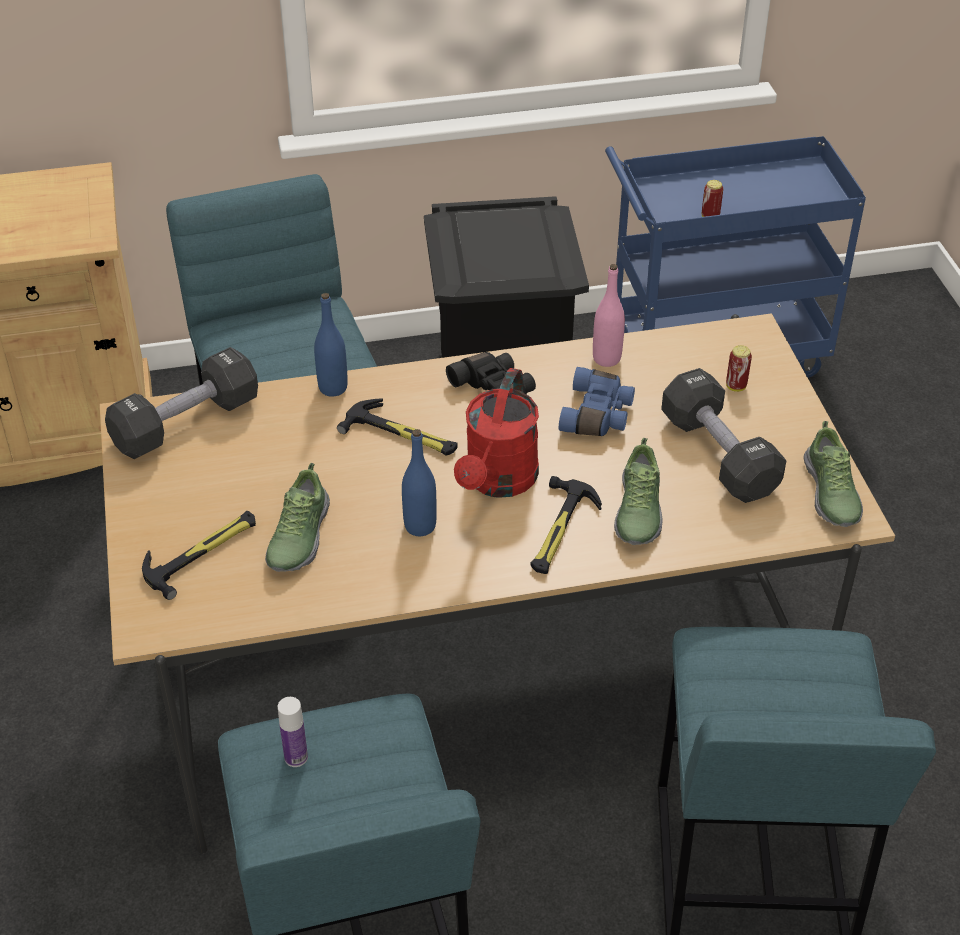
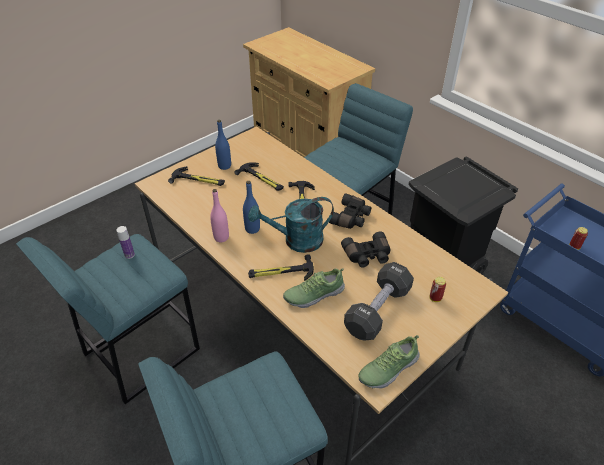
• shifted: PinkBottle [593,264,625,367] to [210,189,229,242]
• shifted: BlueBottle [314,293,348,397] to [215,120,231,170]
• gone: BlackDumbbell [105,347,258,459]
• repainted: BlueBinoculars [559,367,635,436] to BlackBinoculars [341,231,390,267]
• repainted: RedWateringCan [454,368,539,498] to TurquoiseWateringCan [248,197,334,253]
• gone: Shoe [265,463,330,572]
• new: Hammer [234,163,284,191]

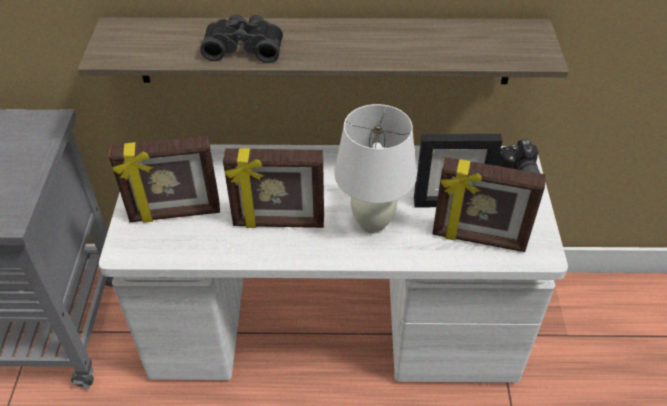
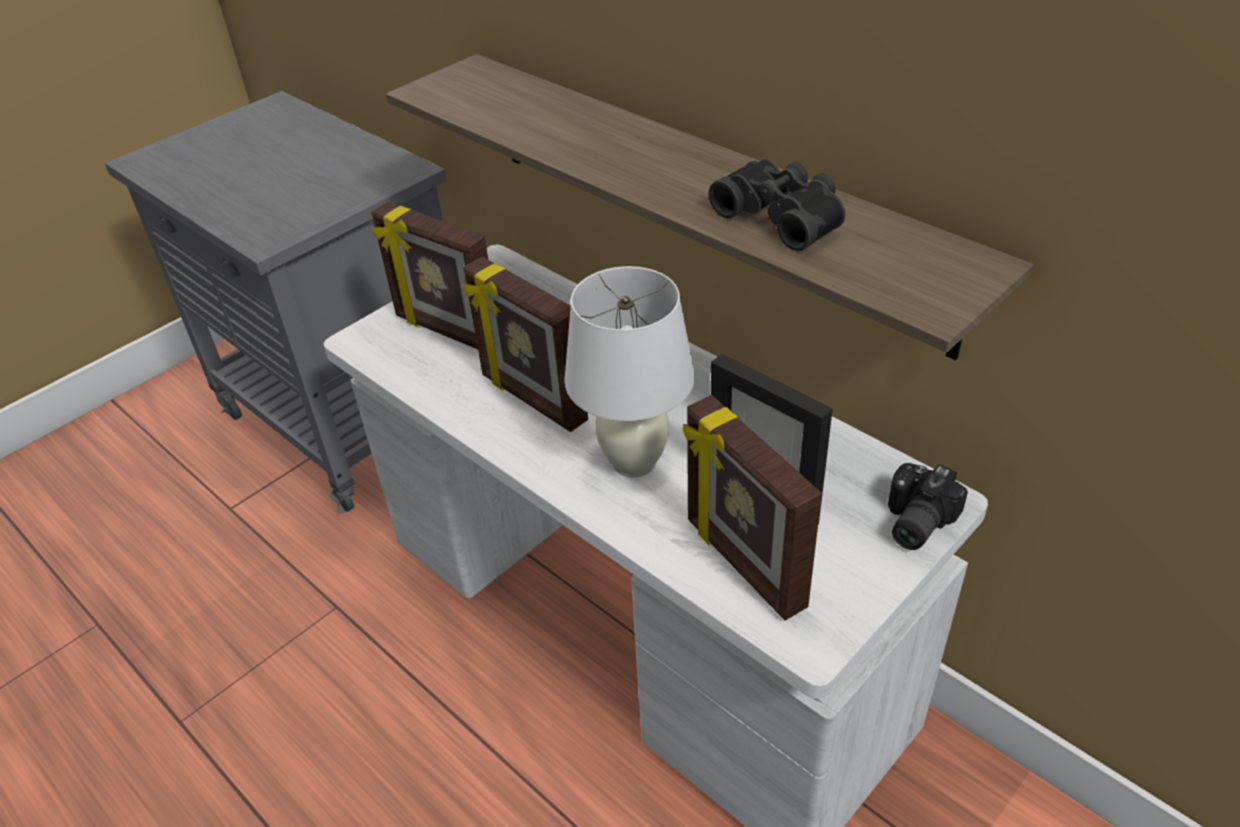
• shifted: BlackBinoculars [200,14,283,63] to [709,159,845,251]

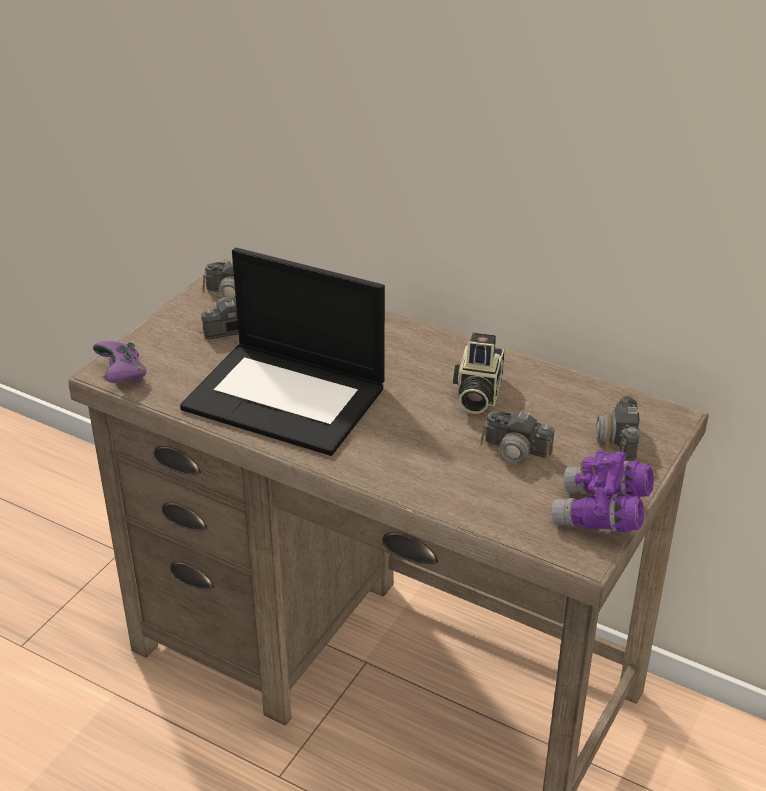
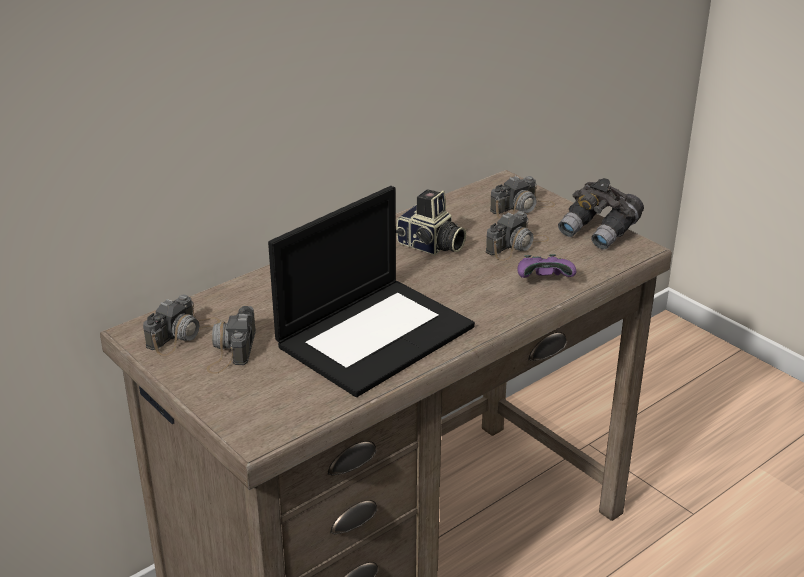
• shifted: PurpleGameController [93,341,146,383] to [518,254,577,278]
• rotated: PhotoCamera [596,396,640,461] = [490,175,555,219] 60 degrees counterclockwise
• repainted: PurpleBinoculars [552,450,654,532] to GreyBinoculars [558,178,644,250]

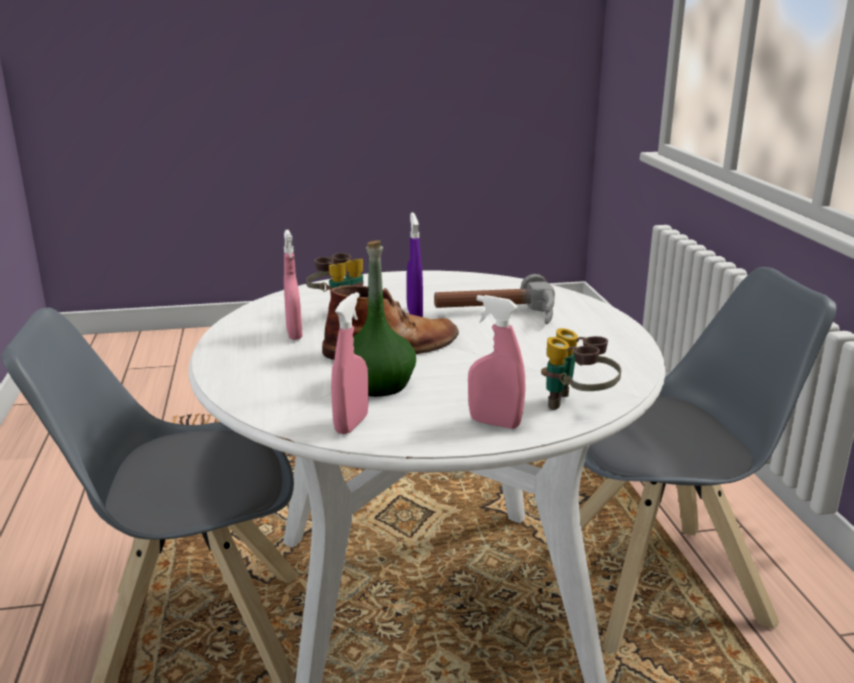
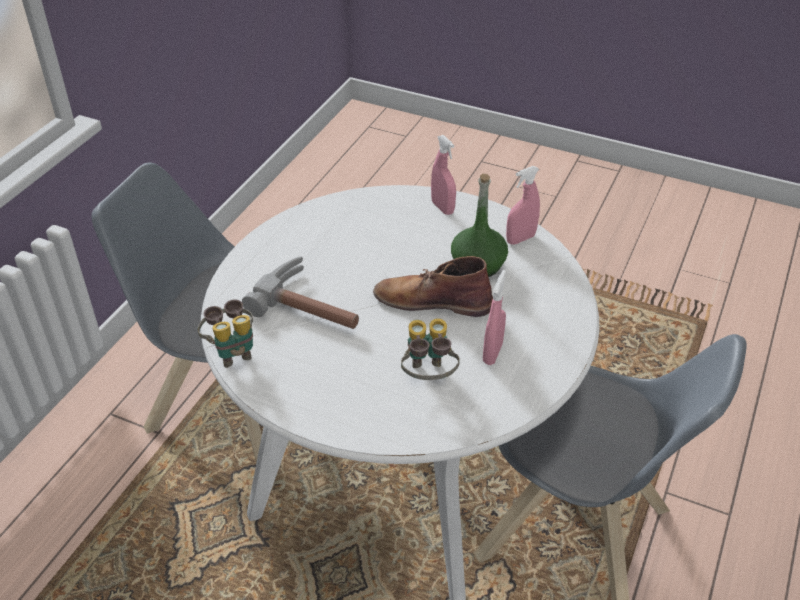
• gone: PurpleSprayBottle [407,212,423,317]
• shifted: Binoculars [541,328,621,410] to [198,299,253,368]

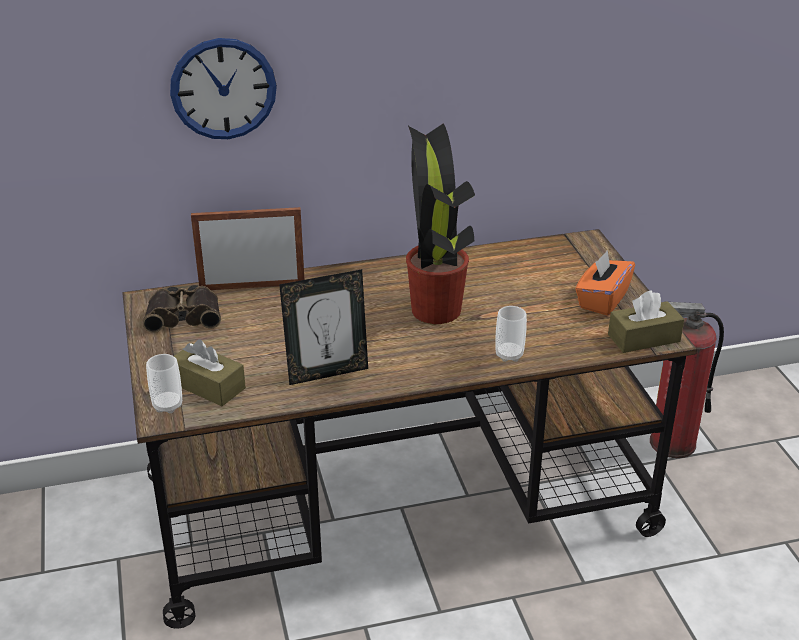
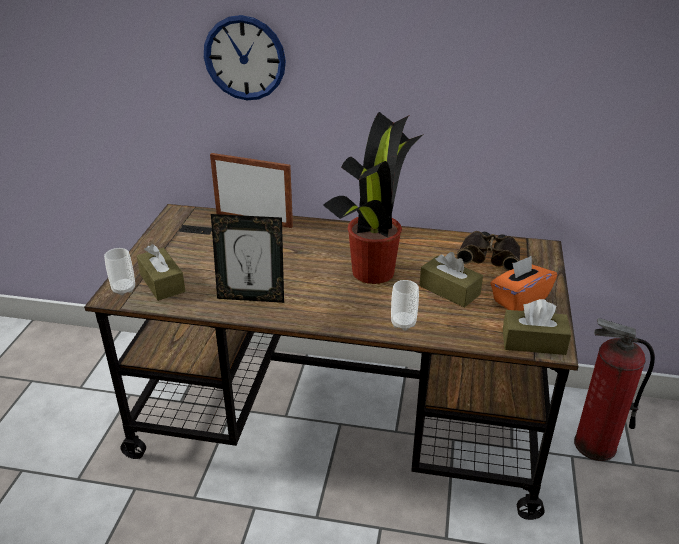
• shifted: Binoculars [143,285,221,333] to [456,231,520,271]
• new: BrownTissueBox [420,252,483,308]

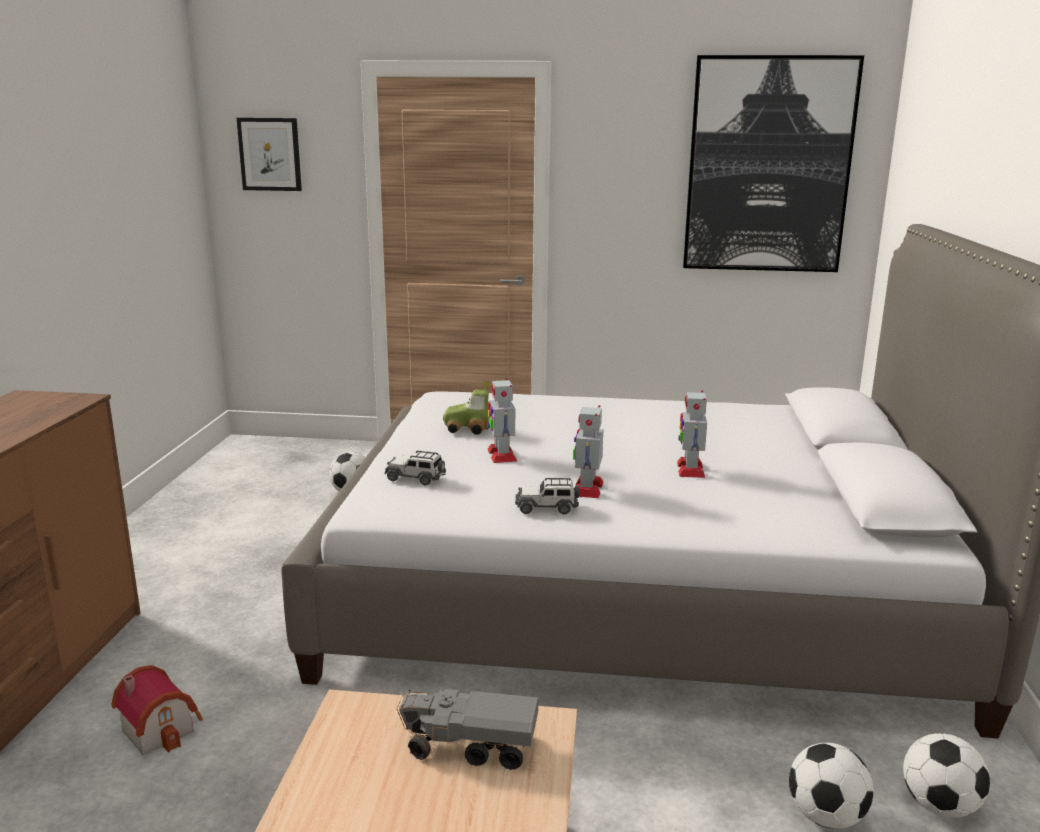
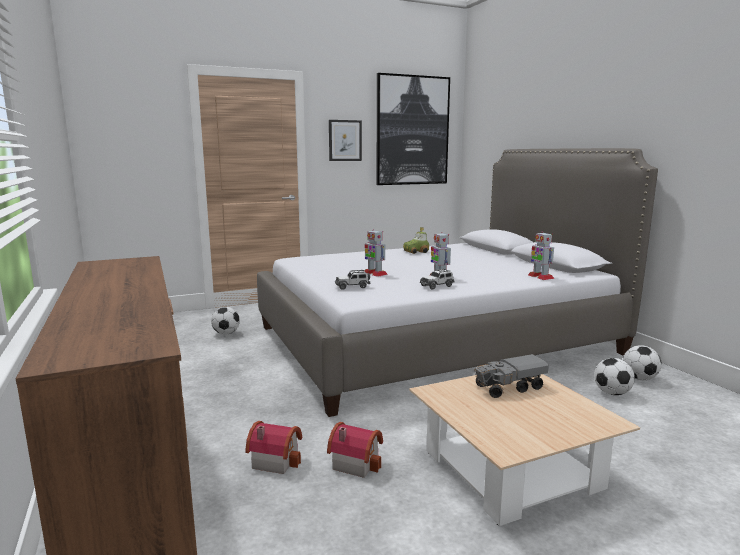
• shifted: Picture [237,118,302,191] to [329,120,362,161]
• shifted: ToyCar [443,381,492,435] to [403,227,429,254]
• shifted: ToyRobot [677,390,707,478] to [528,232,554,280]
• new: ToyHouse [327,422,383,478]

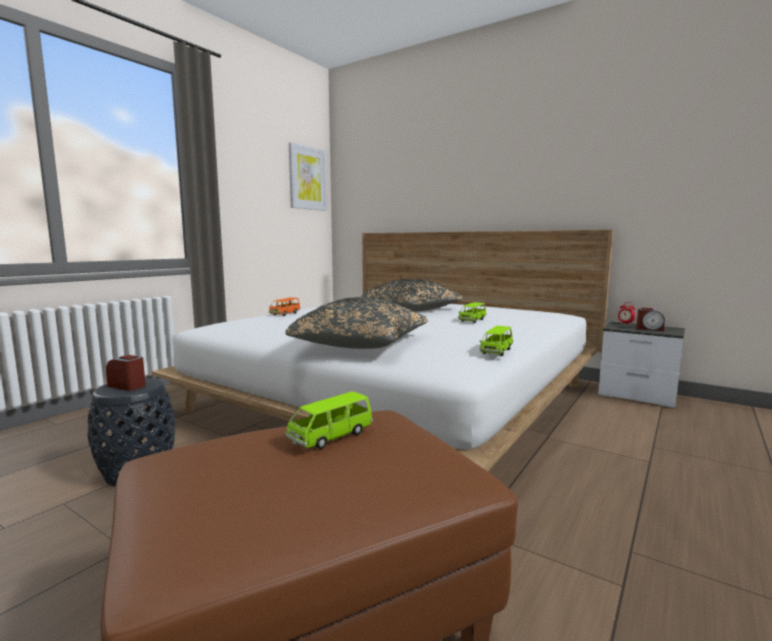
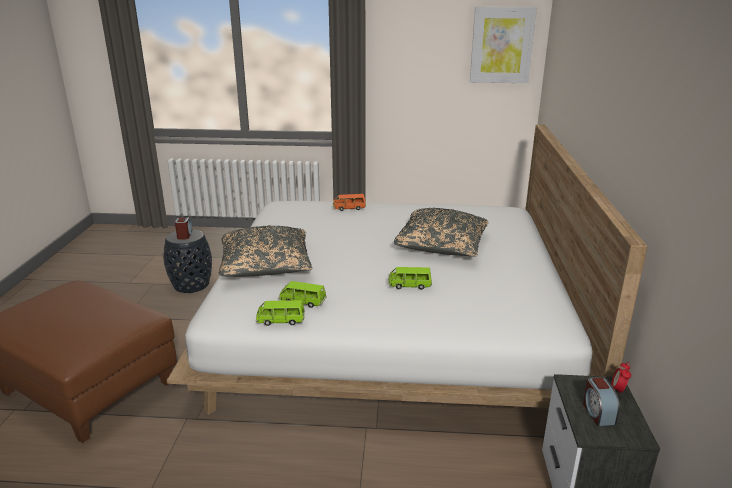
• shifted: GreenToyCar [285,391,373,449] to [279,281,326,308]

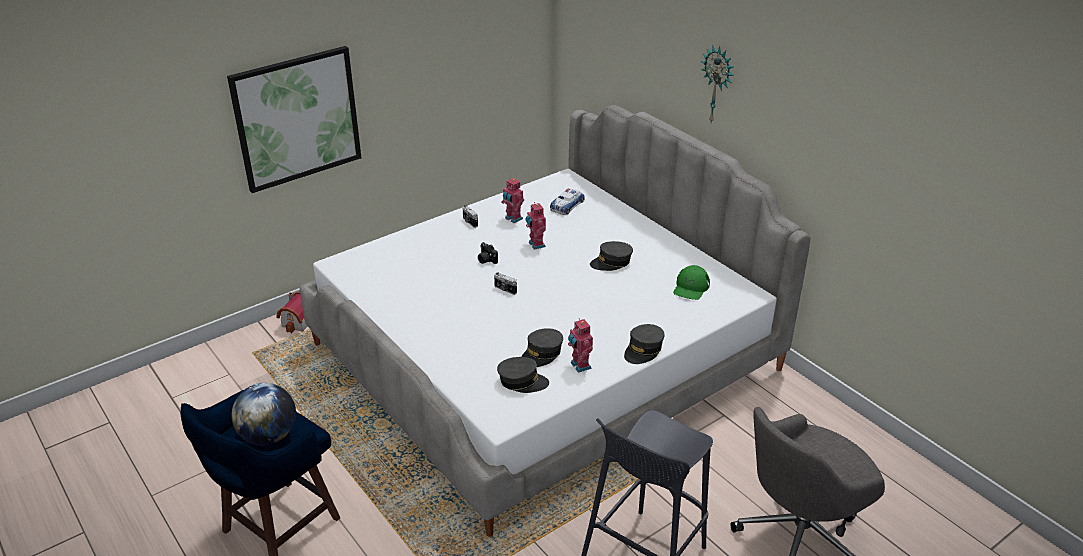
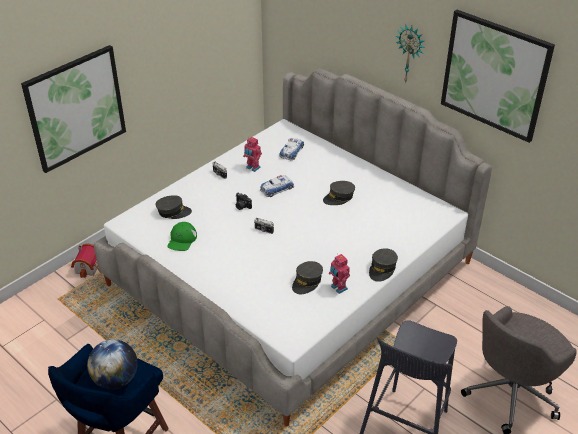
• swapped: ToyRobot [526,202,546,250] to ToyCar [260,175,294,197]
• shifted: GreenCap [673,265,710,300] to [167,222,197,251]
• shifted: GreyCap [497,357,549,393] to [156,195,192,219]
• new: Picture [441,10,555,143]

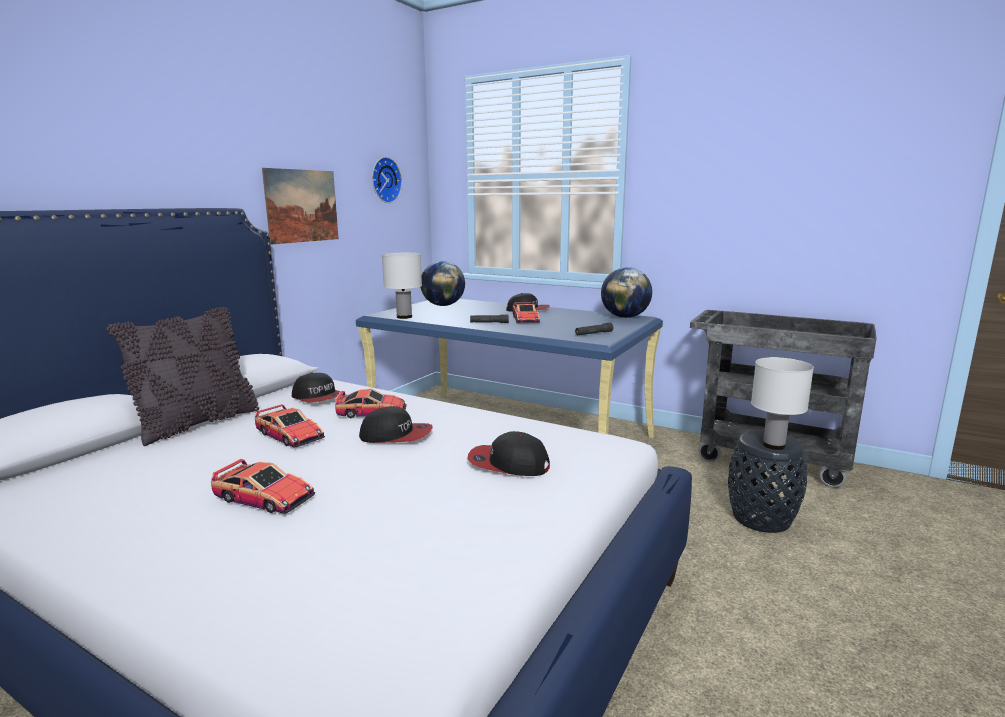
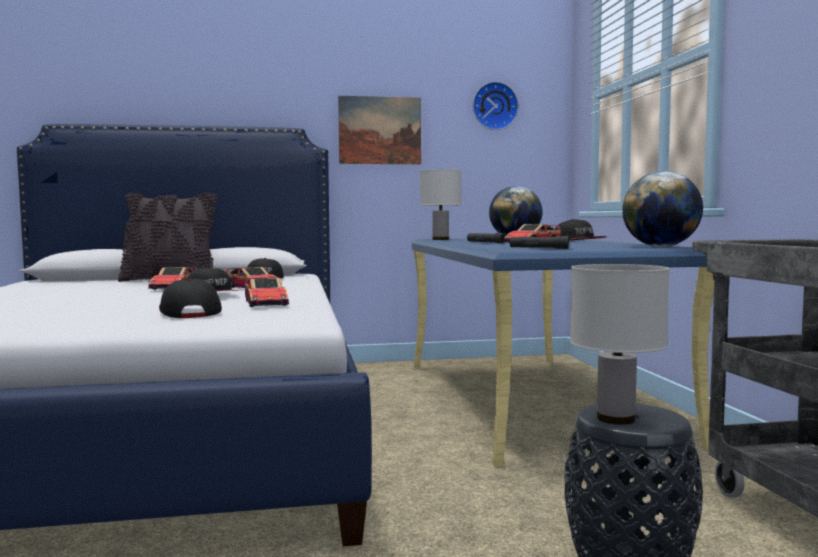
• shifted: ToyCar [211,459,315,514] to [245,277,289,307]

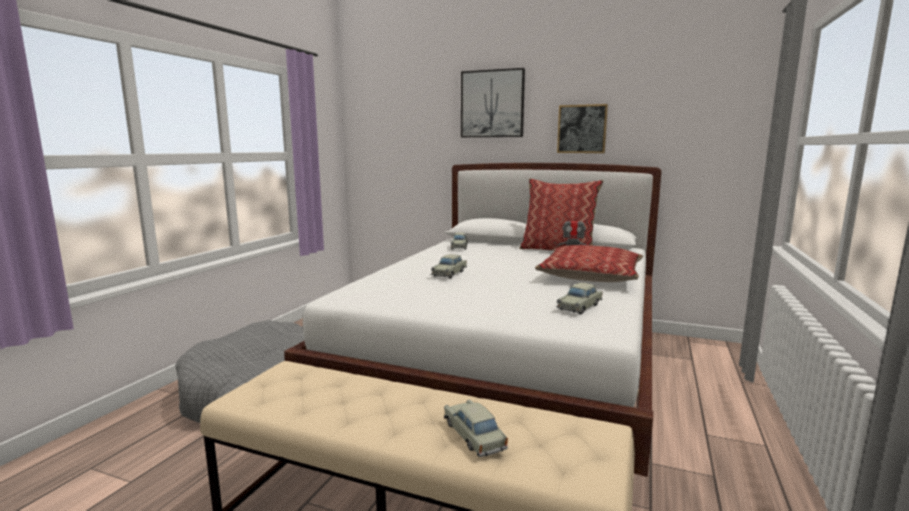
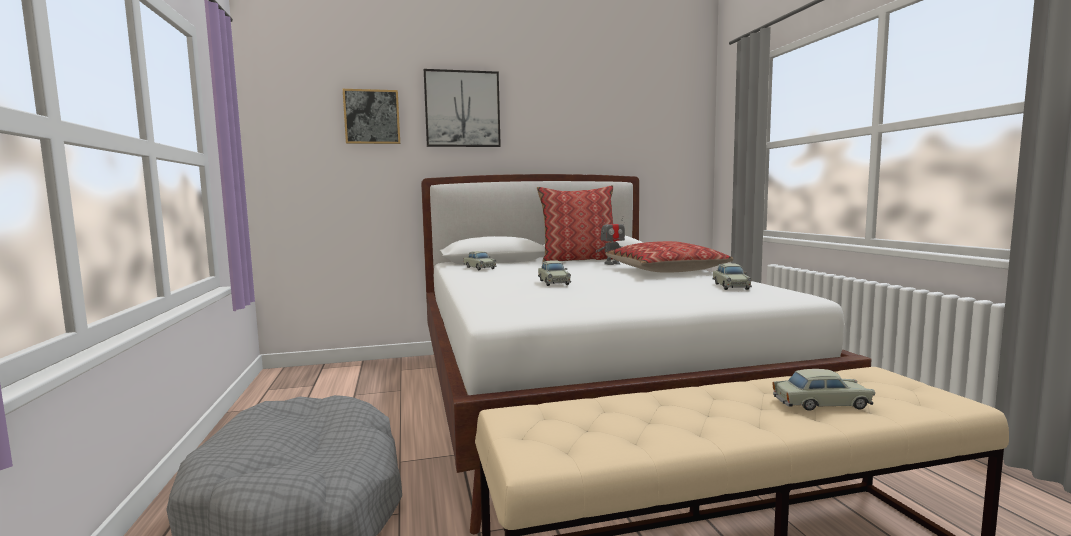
• shifted: Picture [557,104,608,153] to [343,89,400,144]
• rotated: BeigeToyCar [444,399,508,457] = [773,369,875,411] 150 degrees clockwise

